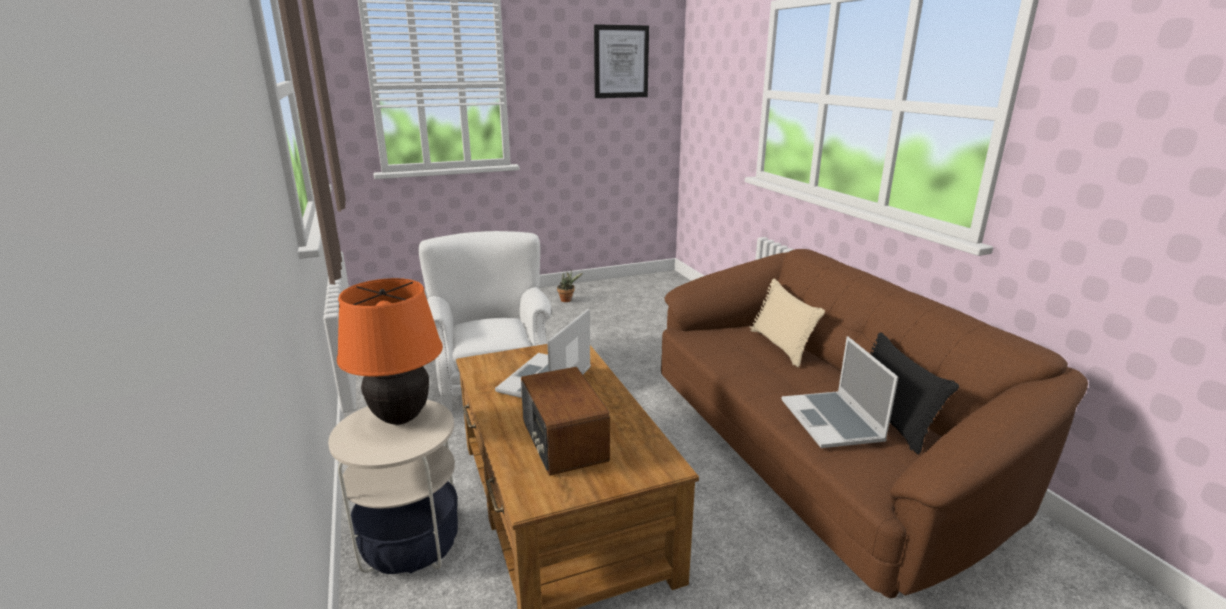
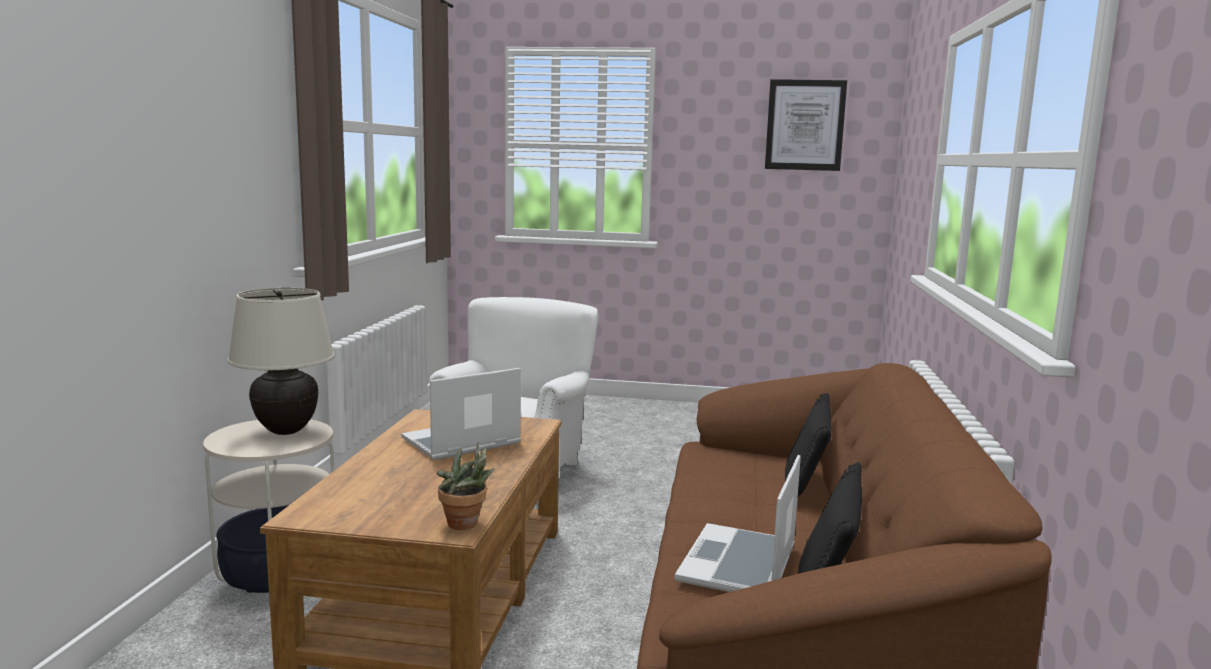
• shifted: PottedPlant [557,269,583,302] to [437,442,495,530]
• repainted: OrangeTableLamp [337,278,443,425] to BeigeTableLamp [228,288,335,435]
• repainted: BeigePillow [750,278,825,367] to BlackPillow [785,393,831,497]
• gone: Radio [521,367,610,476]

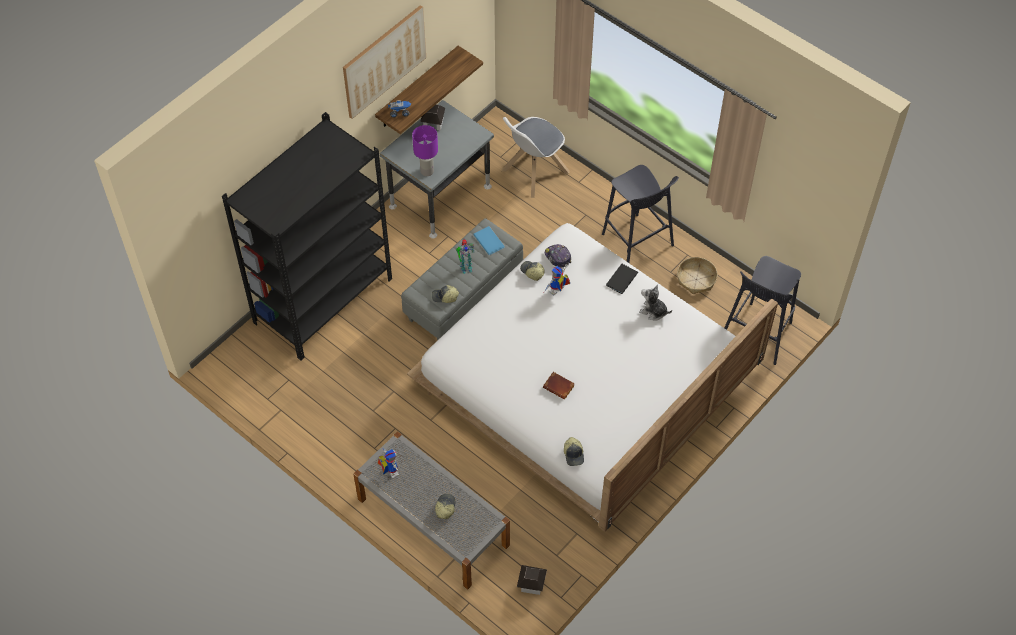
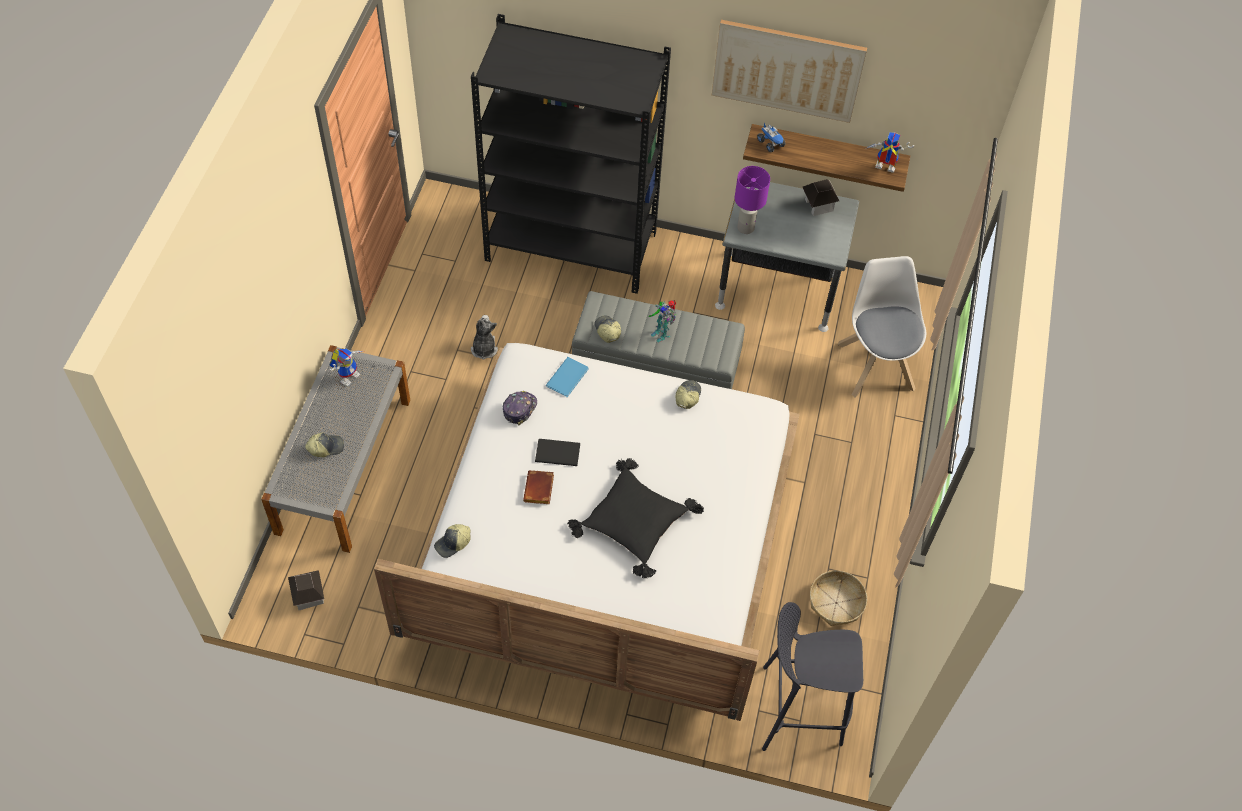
• rotated: Chair [502,117,570,198] = [837,256,926,398] 60 degrees clockwise
• gone: GreyStool [602,165,679,263]
• shifted: BlueBook [473,226,505,255] to [546,357,588,397]
• shifted: Cap [545,244,572,268] to [503,391,537,426]
• shifted: ToyRobot [544,263,570,296] to [865,132,914,173]
• shifted: BlackBook [606,264,638,294] to [535,439,580,466]
• shifted: PlushToy [639,284,672,321] to [471,315,498,360]
• new: BlackPillow [567,458,704,578]

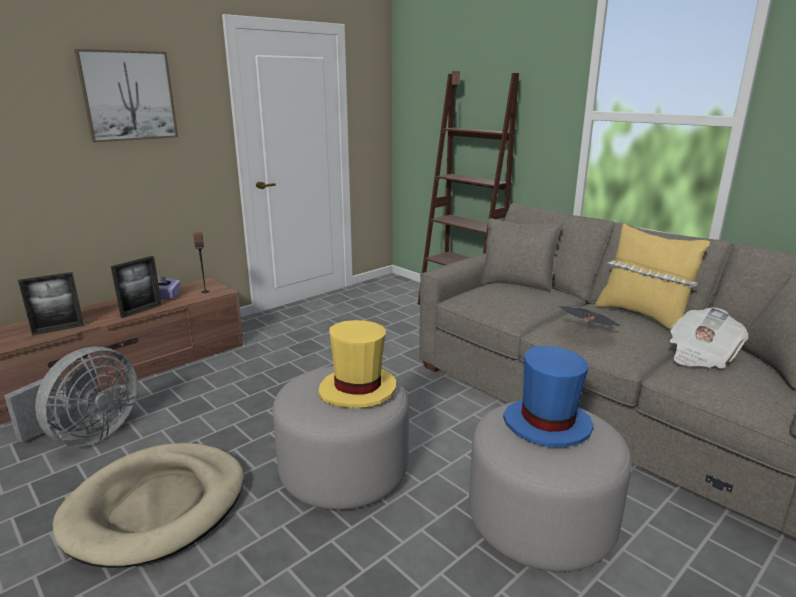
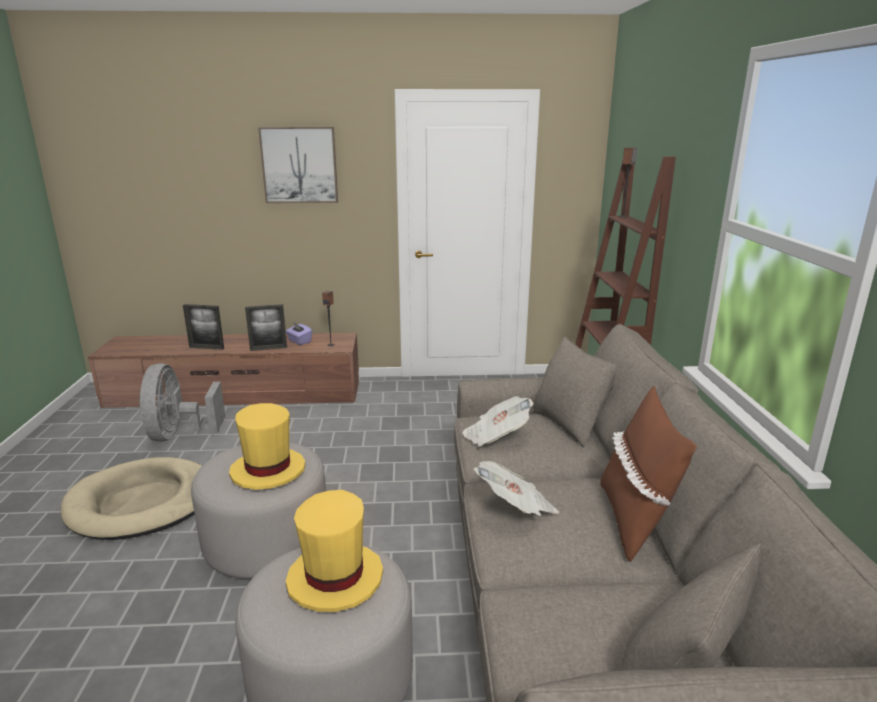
• repainted: YellowPillow [595,223,710,331] to BrownPillow [600,386,697,562]
• shifted: Newspaper [670,307,749,368] to [462,396,534,447]
• rotated: GreyFan [4,346,138,446] = [139,363,225,442] 105 degrees clockwise
• repainted: BlueHat [503,346,594,447] to YellowHat [286,490,383,612]

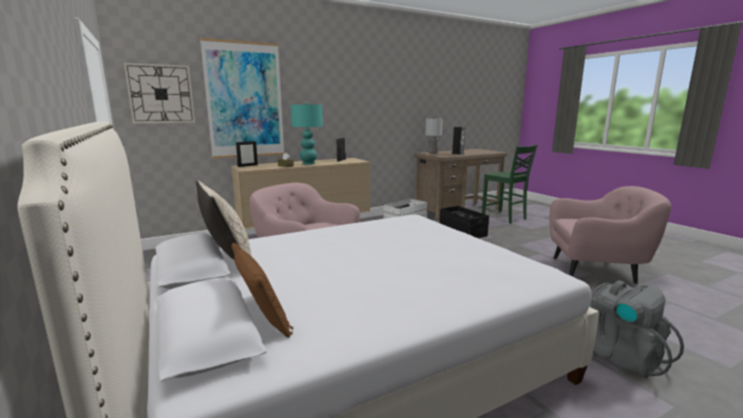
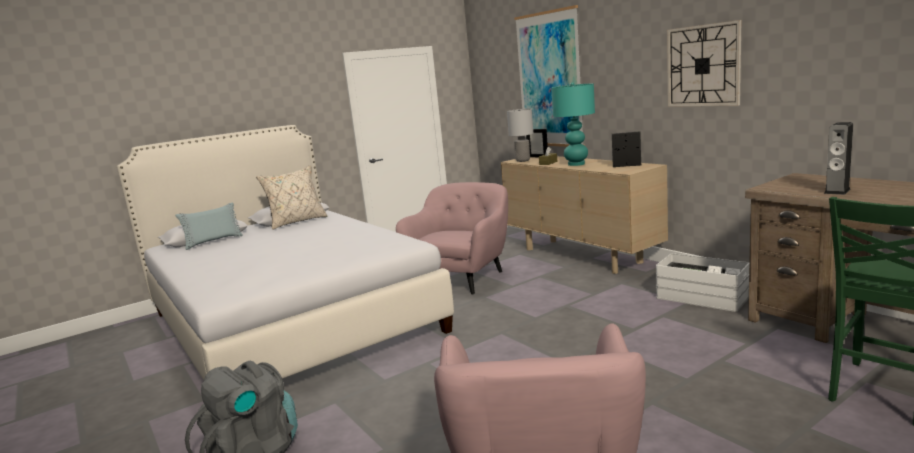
• shifted: WallClock [124,63,195,124] to [667,20,741,107]
• shifted: GreyTableLamp [425,118,443,154] to [507,109,533,162]
• gone: BlackStorageBox [439,206,489,238]
• repainted: BrownPillow [232,243,293,338] to BluePillow [175,203,243,250]

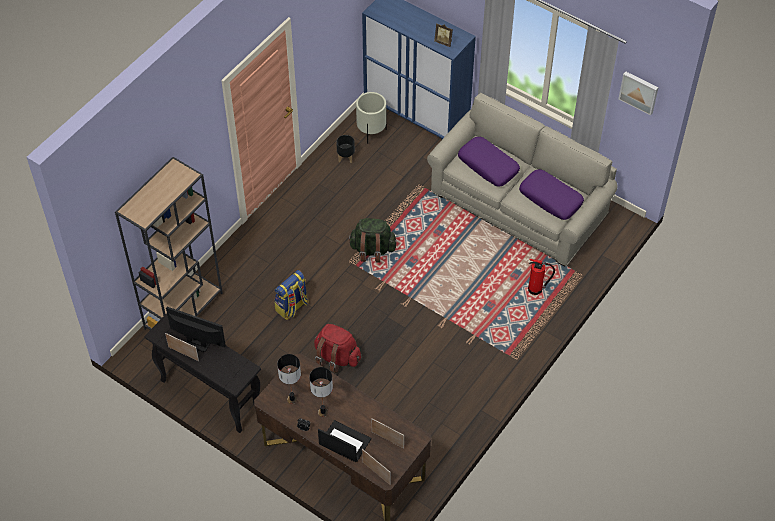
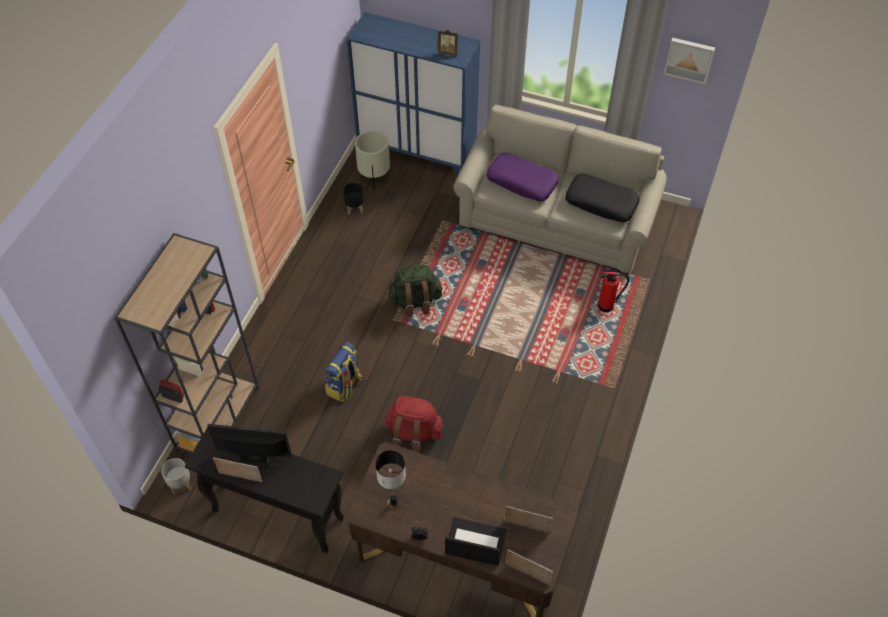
• repainted: PurplePillow [519,169,584,220] to BlackPillow [565,174,640,222]
• gone: TableLamp [309,367,333,417]
• new: GreyPlanter [161,458,192,495]

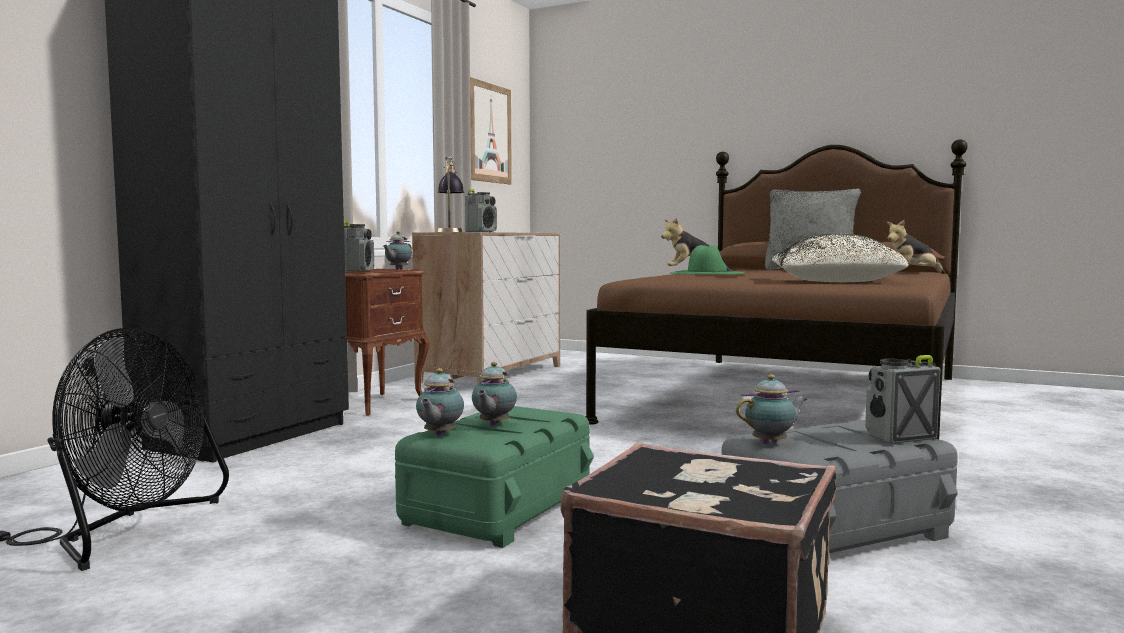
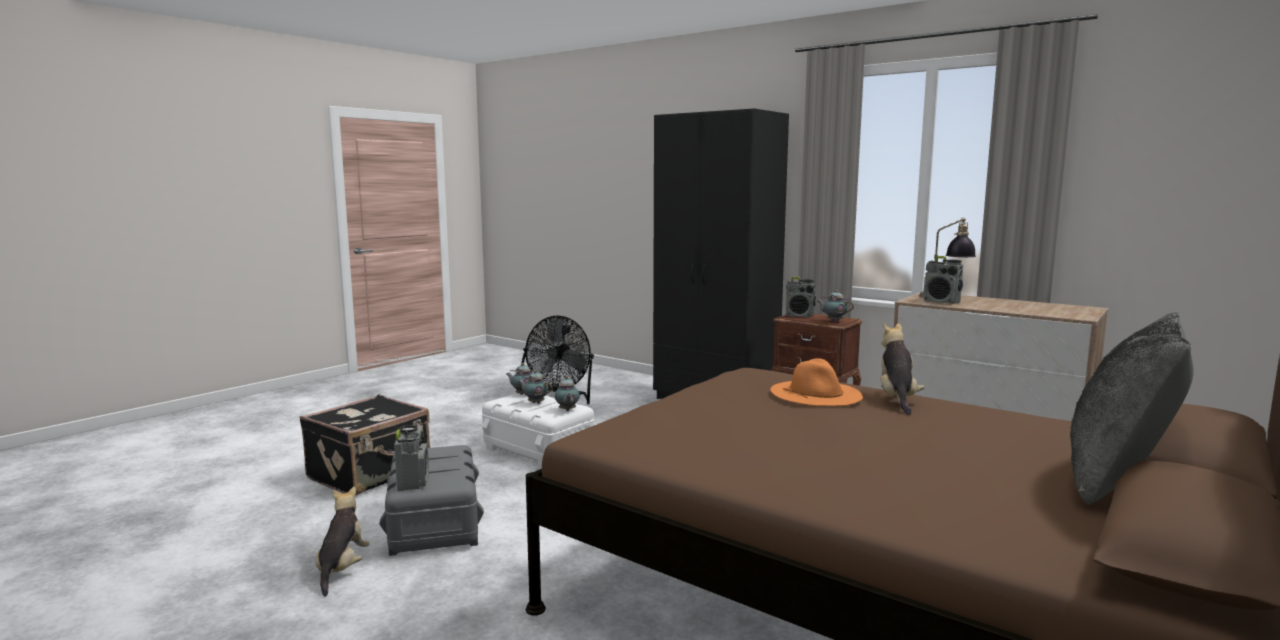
• gone: Picture [470,77,512,184]
• shifted: PlushToy [887,220,945,274] to [315,486,369,597]
• gone: BeigePillow [772,233,909,282]
• repainted: GreenHat [670,245,745,274] to OrangeHat [771,358,863,406]
• shifted: Teapot [736,374,807,444] to [555,376,580,411]
• repainted: GreenStorageBox [395,406,594,548] to WhiteStorageBox [482,393,594,468]

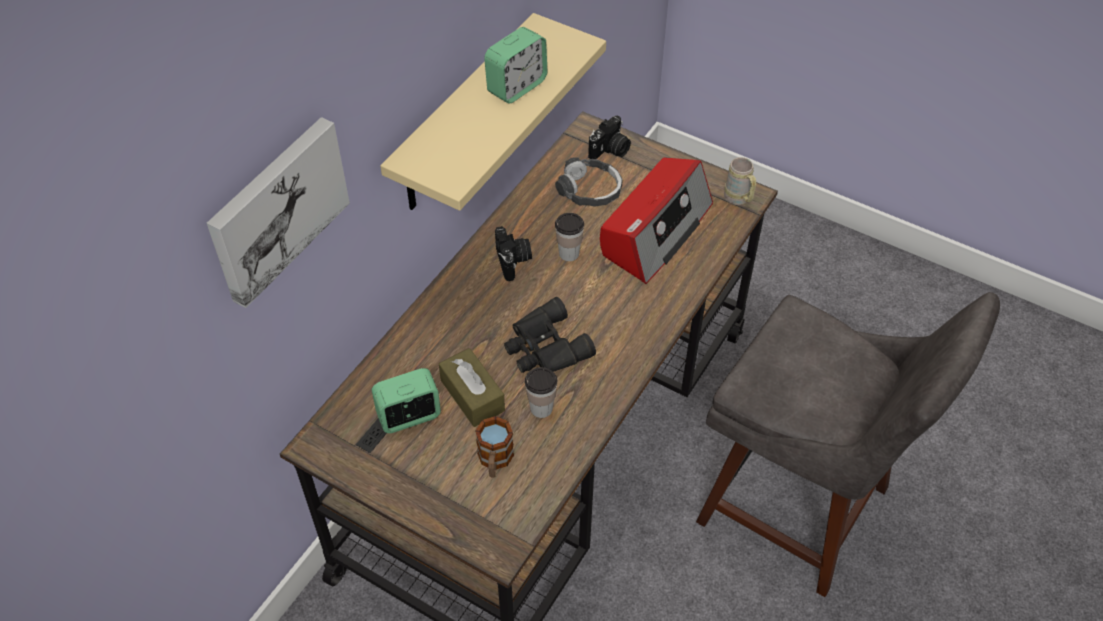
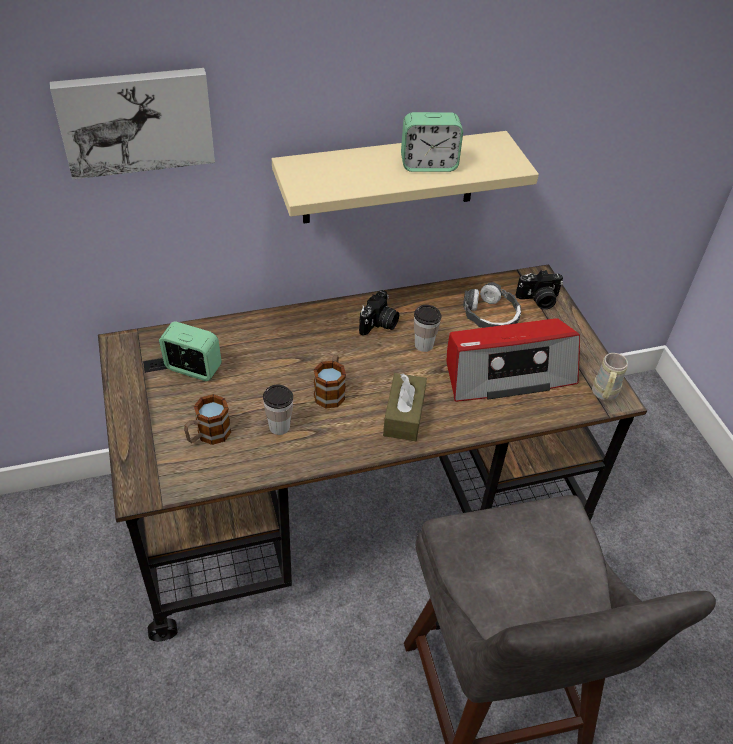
• swapped: BlackBinoculars [504,297,596,373] to Mug [314,354,346,409]
• shifted: BrownTissueBox [439,348,505,427] to [383,373,427,441]

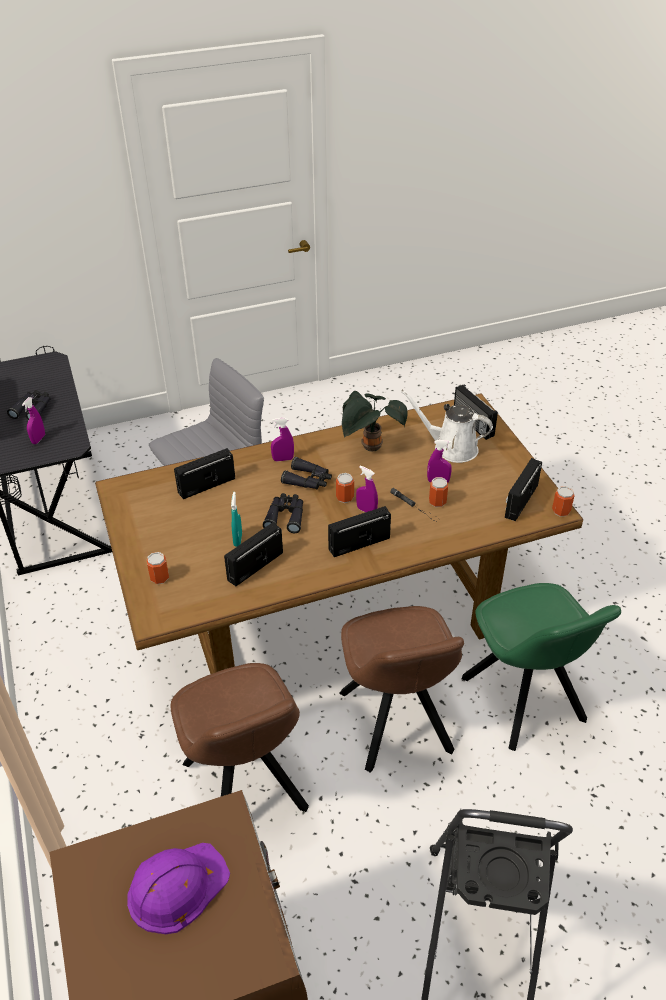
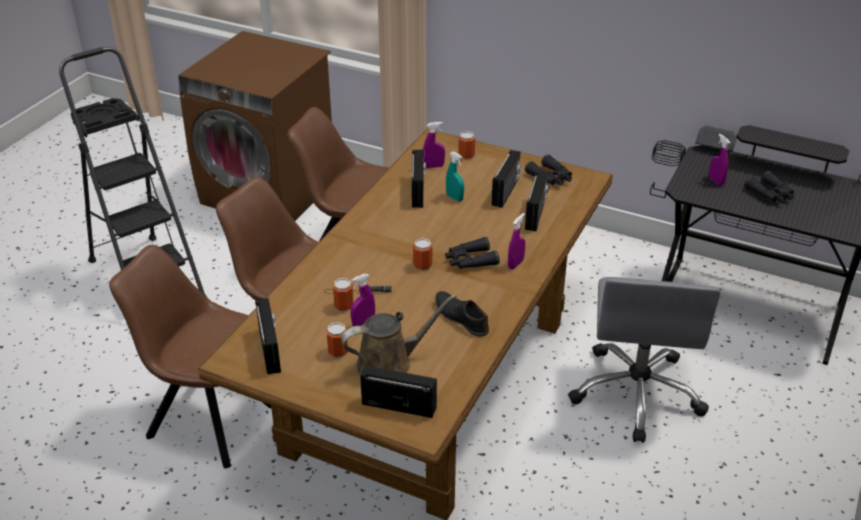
• repainted: WhiteWateringCan [401,390,493,463] to BrownWateringCan [341,294,457,376]
• swapped: PottedPlant [342,391,407,452] to BlackShoe [435,291,489,336]
• shifted: PurpleSprayBottle [356,466,378,512] to [423,122,445,168]
• shifted: Can [552,486,575,517] to [327,322,348,358]
• shifted: BlackBinoculars [263,493,303,533] to [525,154,572,186]
• shifted: Radio [328,506,391,557] to [492,150,521,208]
• repainted: GreenChair [462,583,621,751] to BrownChair [109,245,271,469]
• gone: PurpleHardHat [127,843,230,934]

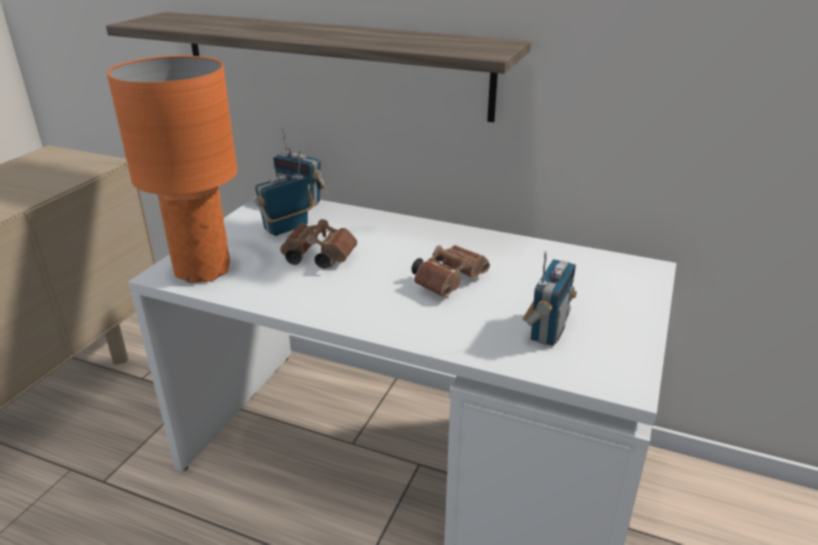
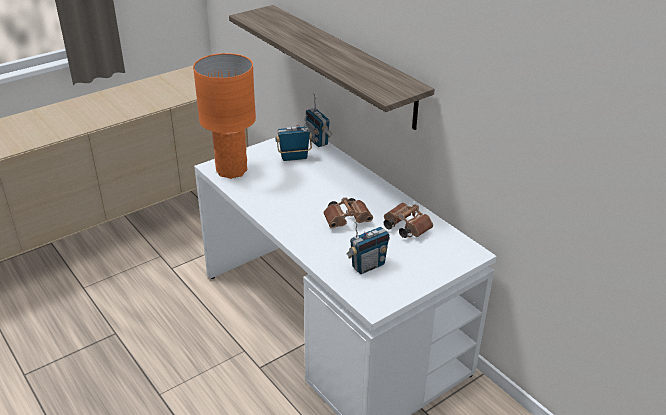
• shifted: BrownBinoculars [280,219,357,268] to [384,203,433,238]

